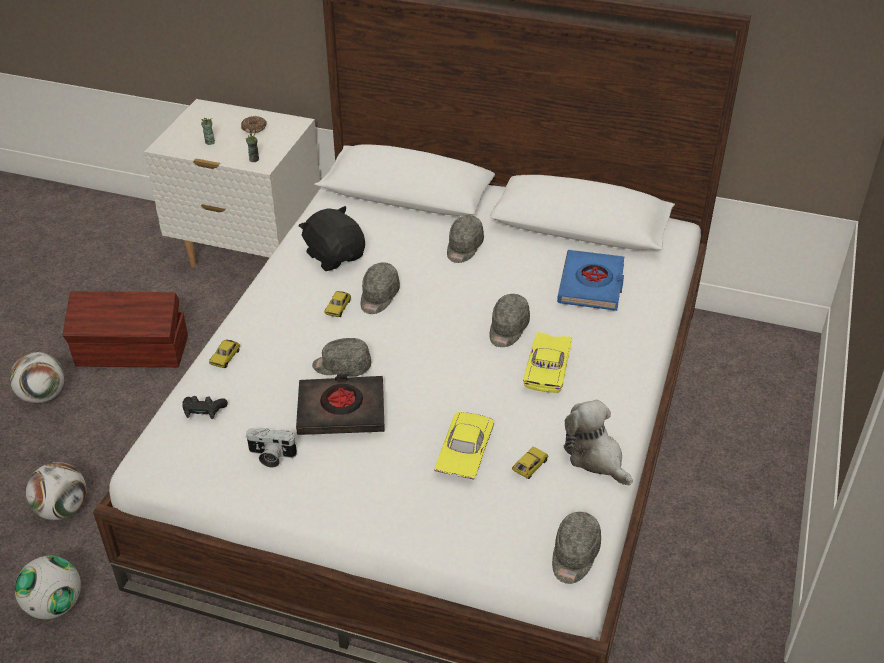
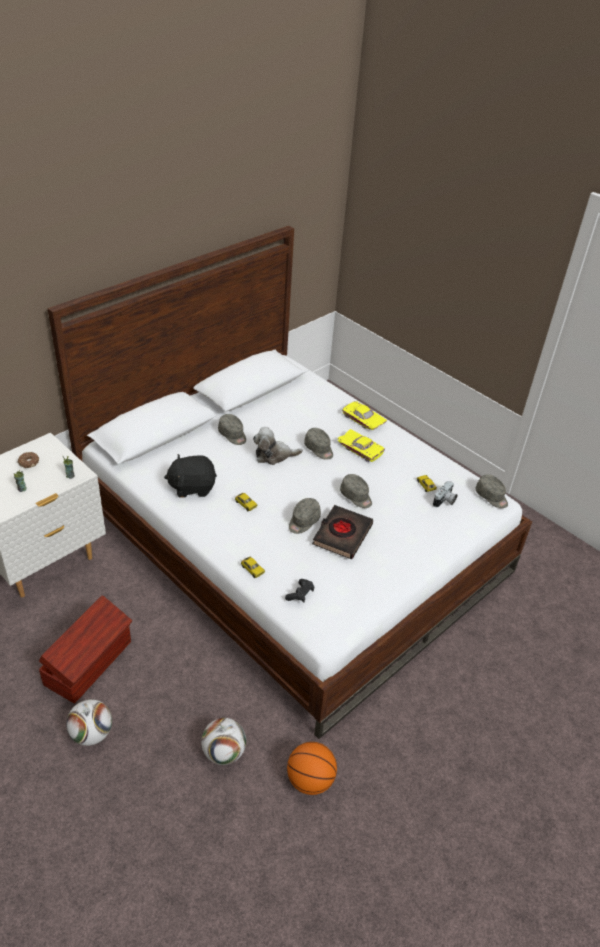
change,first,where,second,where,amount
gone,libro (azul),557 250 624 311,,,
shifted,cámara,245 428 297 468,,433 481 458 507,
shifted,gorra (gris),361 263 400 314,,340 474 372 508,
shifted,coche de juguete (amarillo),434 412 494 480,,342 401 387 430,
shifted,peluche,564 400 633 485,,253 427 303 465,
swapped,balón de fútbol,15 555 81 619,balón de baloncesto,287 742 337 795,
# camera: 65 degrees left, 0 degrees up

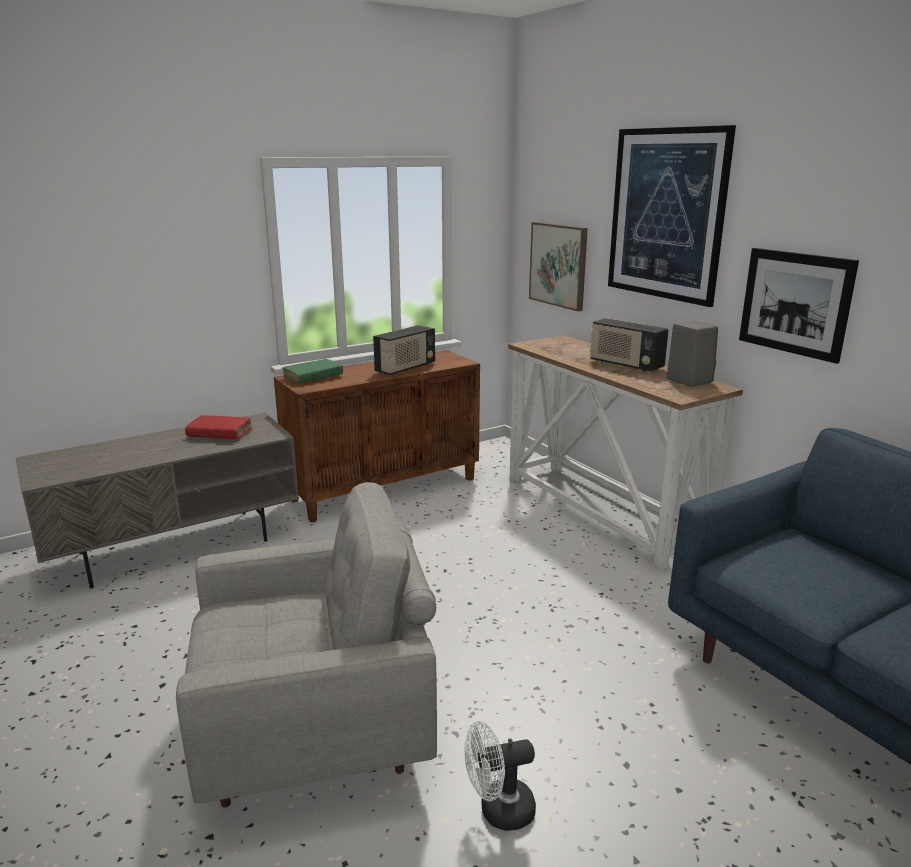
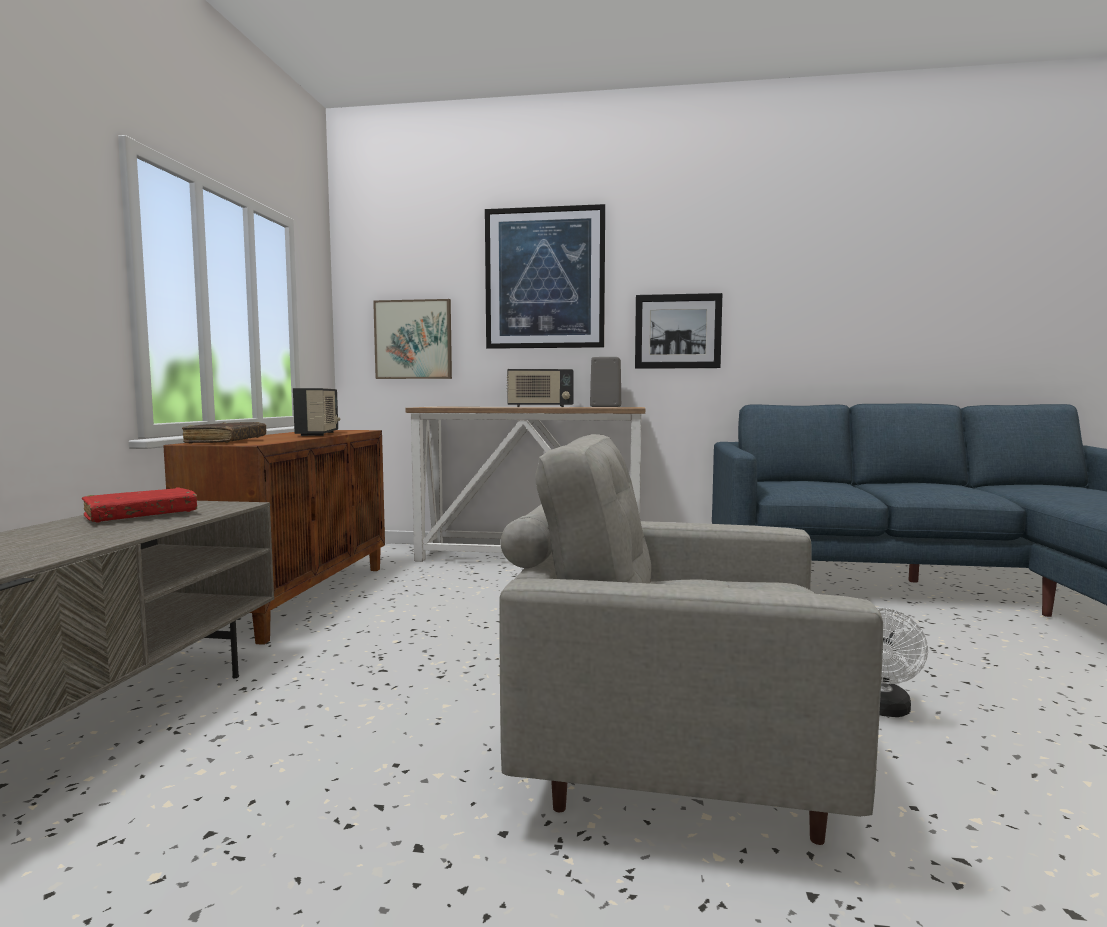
change,first,where,second,where,amount
repainted,libro (verde),282 359 343 383,libro (marrón),182 422 266 444,
rotated,sillón (gris),176 482 437 808,,499 434 883 845,105 degrees counterclockwise
# camera: 50 degrees left, 15 degrees down

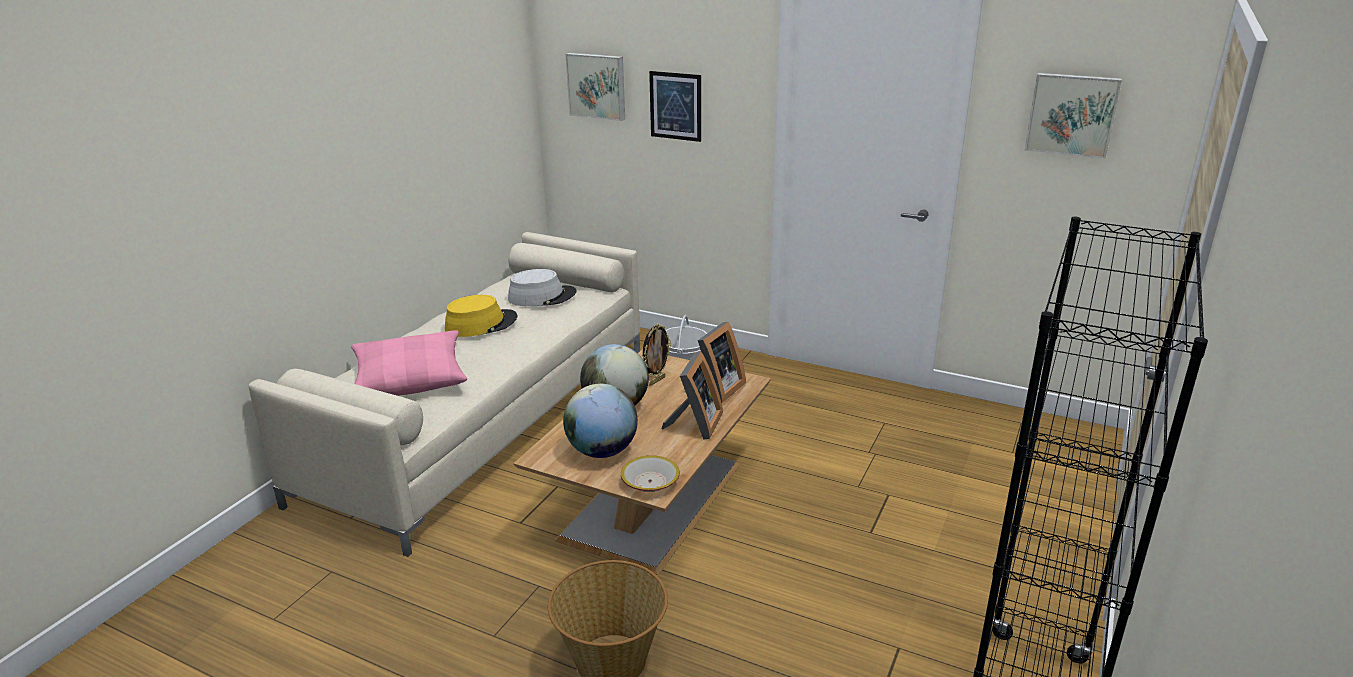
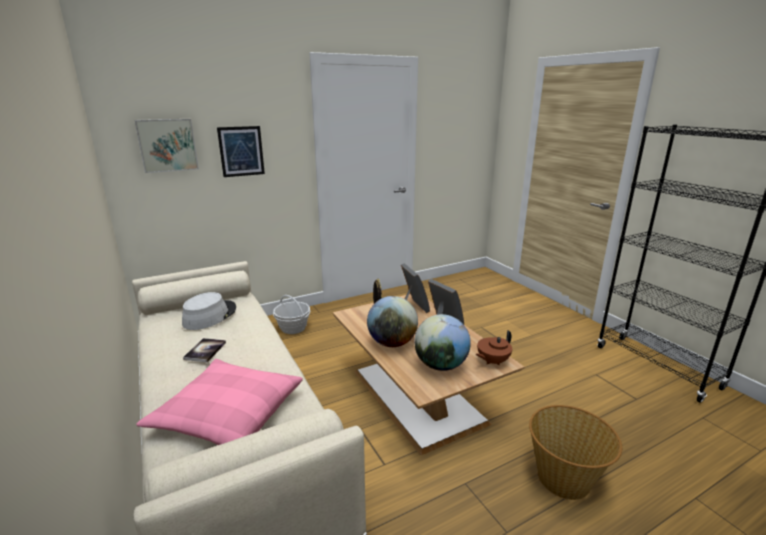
change,first,where,second,where,amount
gone,cuadro,1025 73 1122 159,,,
swapped,sombrero (amarillo),445 295 518 337,libro,183 338 226 362,
swapped,cuenco,621 455 680 492,tetera (marrón),476 330 512 365,
# camera: 55 degrees left, 5 degrees down

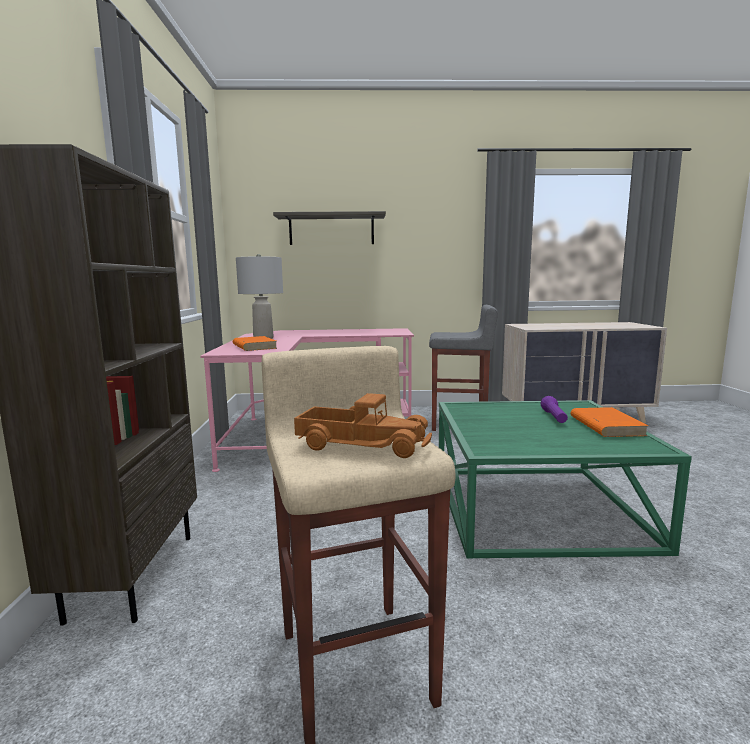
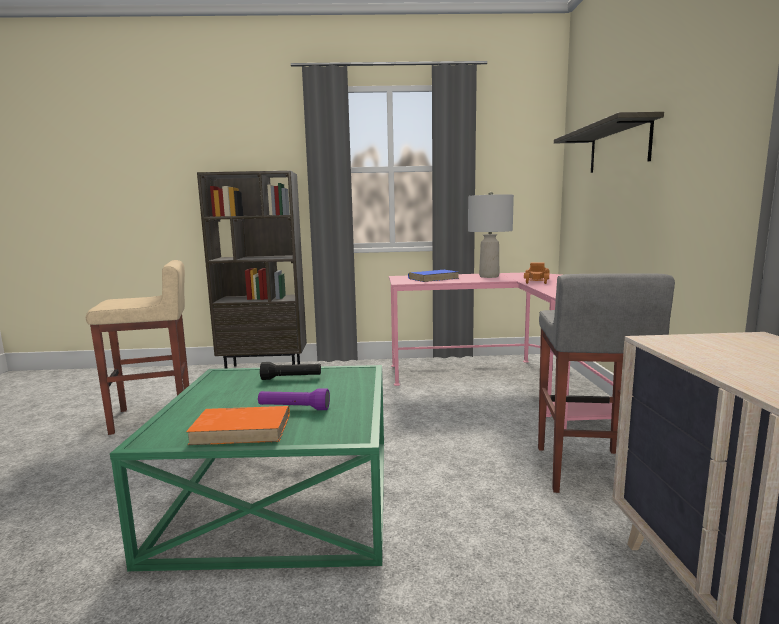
change,first,where,second,where,amount
new,,,linterna (negro),260 362 321 380,
shifted,camión de juguete,294 393 432 458,,524 262 549 284,
repainted,libro (naranja),233 336 277 351,libro (azul),408 270 459 282,
# camera: 90 degrees right, 0 degrees up

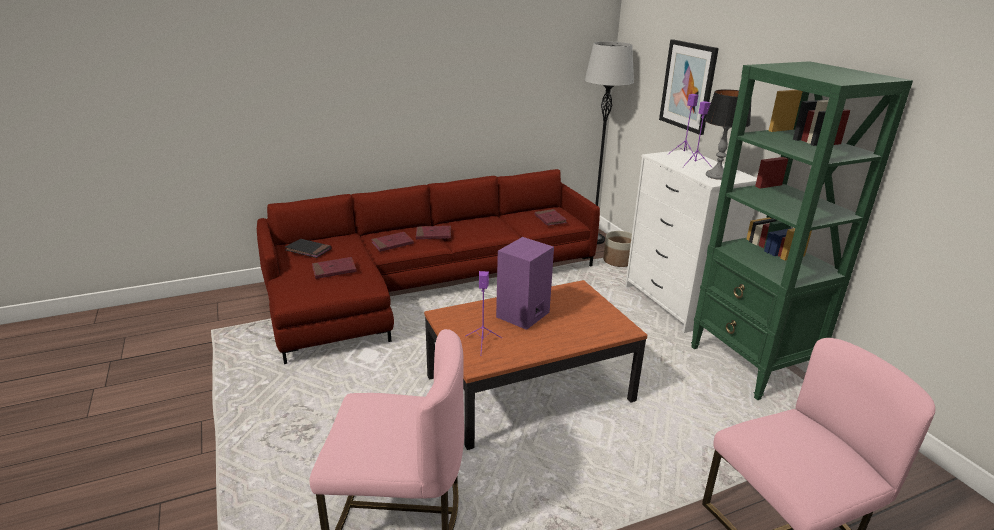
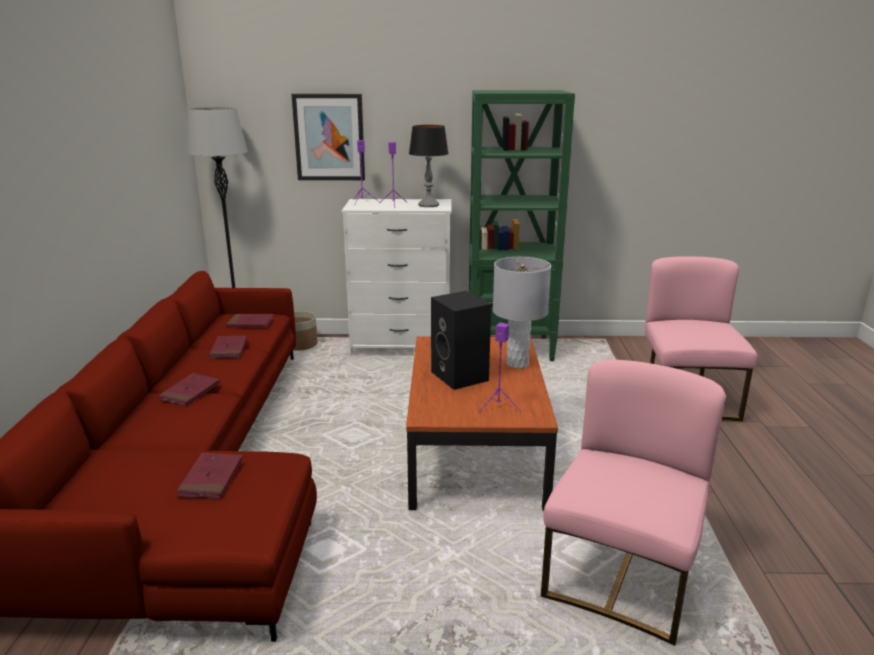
change,first,where,second,where,amount
gone,libro (negro),286 239 331 258,,,
new,,,lámpara de mesa (gris),493 257 551 369,
shifted,libro (rojo),371 232 414 252,,209 336 247 359,
repainted,altavoz (morado),496 237 554 330,altavoz (negro),431 291 491 390,
# camera: 65 degrees left, 5 degrees down

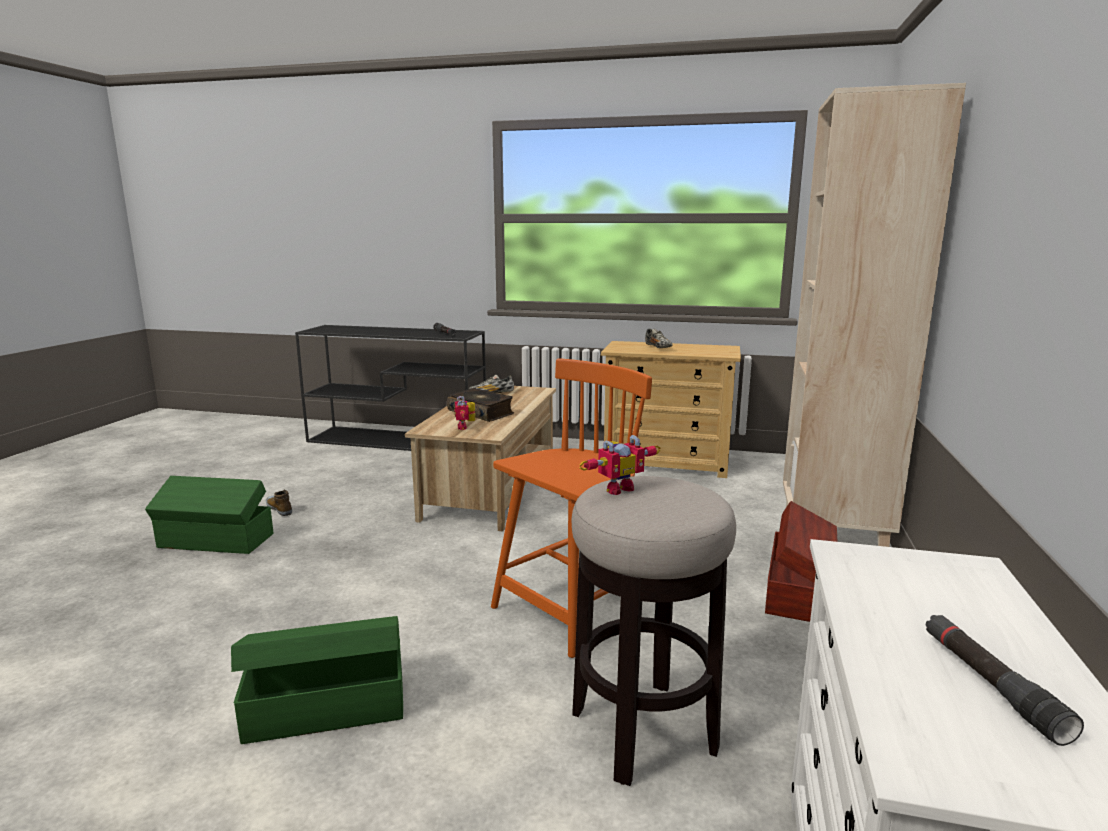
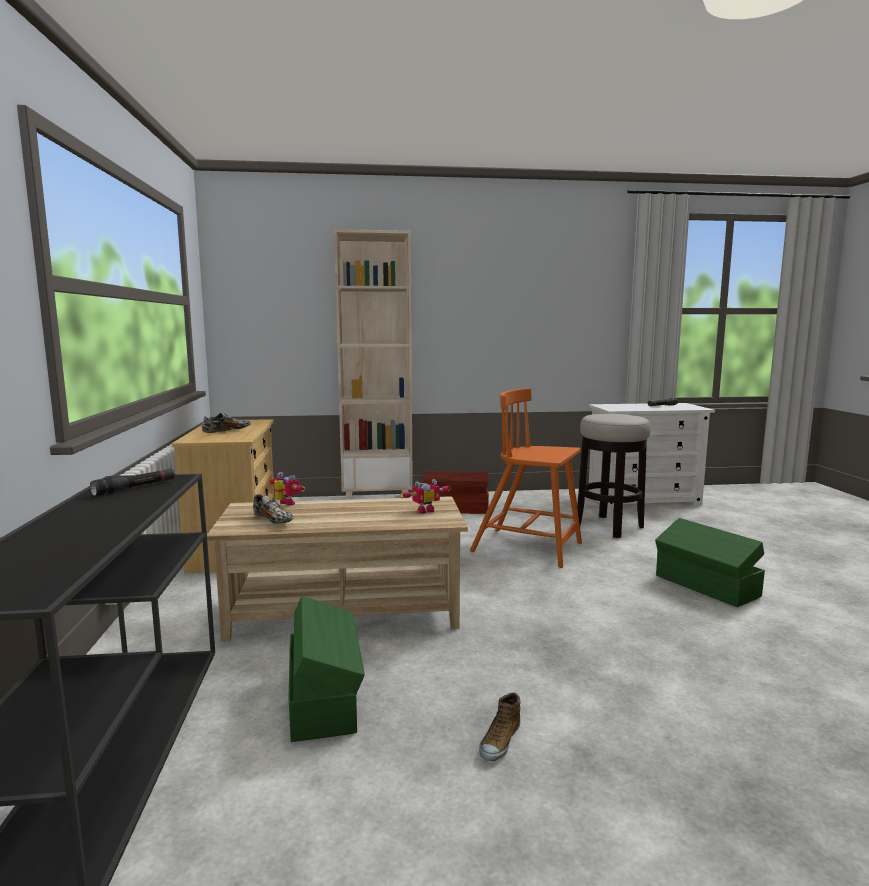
change,first,where,second,where,amount
gone,libro,447 388 514 422,,,
shifted,caja de almacenaje (verde),145 476 273 554,,288 596 365 742,
shifted,robot de juguete,580 435 660 495,,268 472 305 506,
# camera: 110 degrees left, 5 degrees down

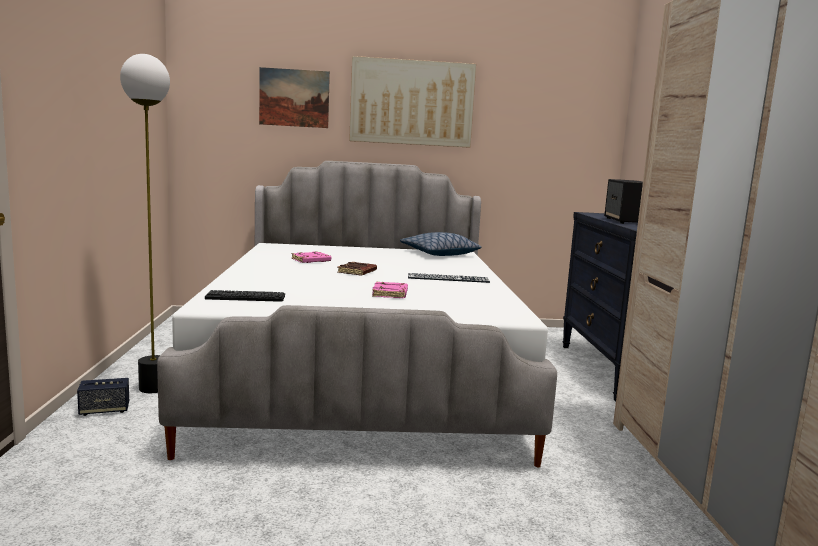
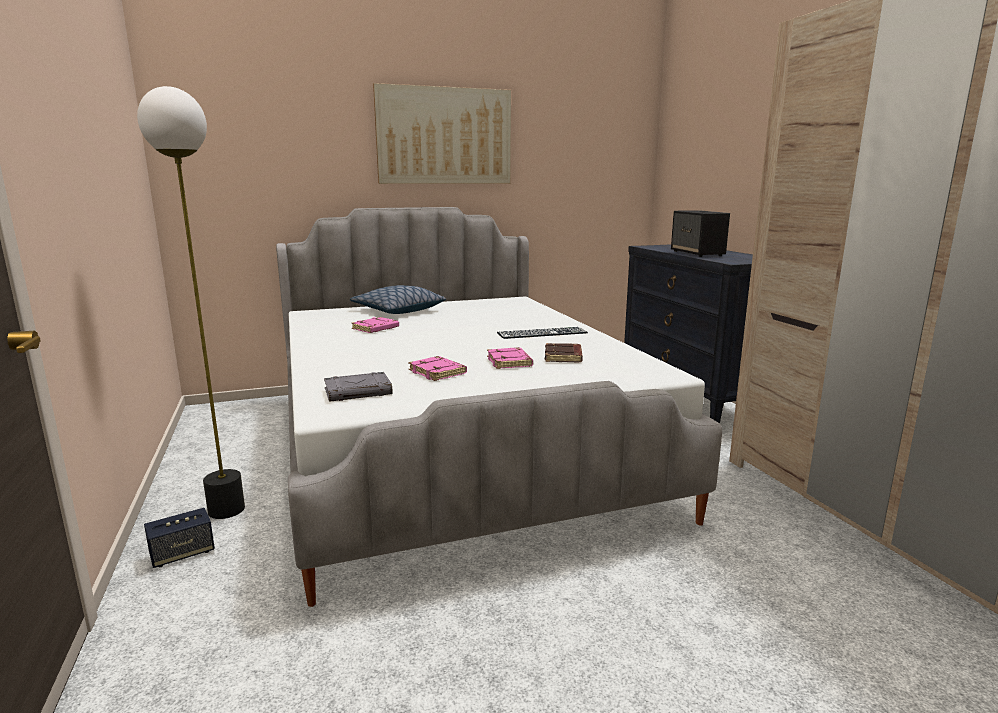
change,first,where,second,where,amount
gone,cuadro,259 67 330 128,,,
new,,,libro (rosa),408 356 467 381,
shifted,libro (marrón),337 262 377 275,,545 343 583 363,
shifted,cojín,400 232 481 256,,350 285 446 314,
swapped,teclado,205 290 285 302,libro (gris),324 372 393 402,
# camera: 15 degrees left, 5 degrees up

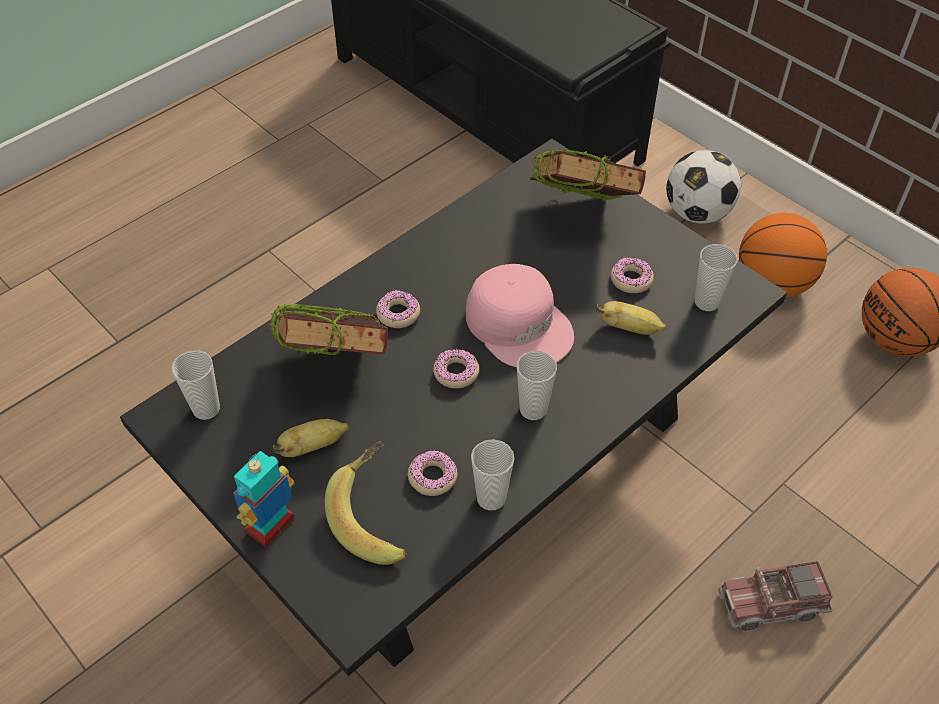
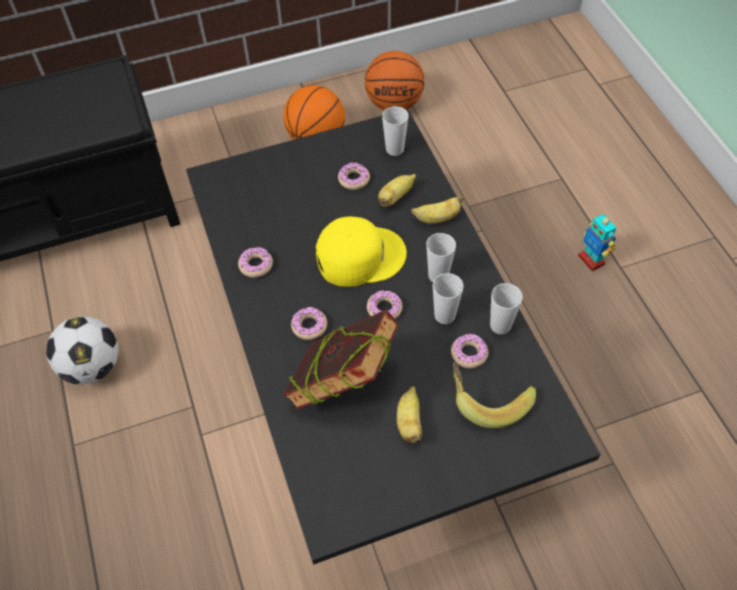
change,first,where,second,where,amount
gone,libro,530 149 646 201,,,
gone,camión de juguete,718 561 833 631,,,
new,,,rosquilla,238 247 273 278,
new,,,plátano,411 196 464 224,
shifted,taza,172 350 220 420,,433 273 464 324,
shifted,robot de juguete,233 451 295 547,,578 214 616 271,
shifted,balón de fútbol,666 150 741 223,,46 316 118 384,
repainted,gorra (rosa),466 264 574 367,gorra (amarillo),316 216 407 287,
# camera: 65 degrees left, 5 degrees up

